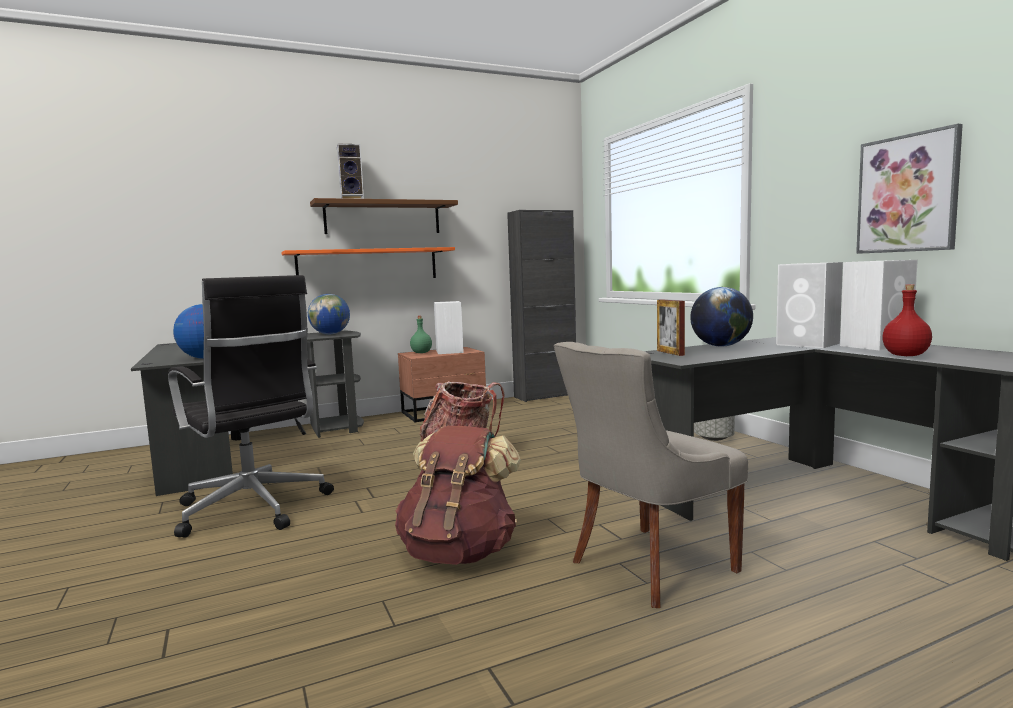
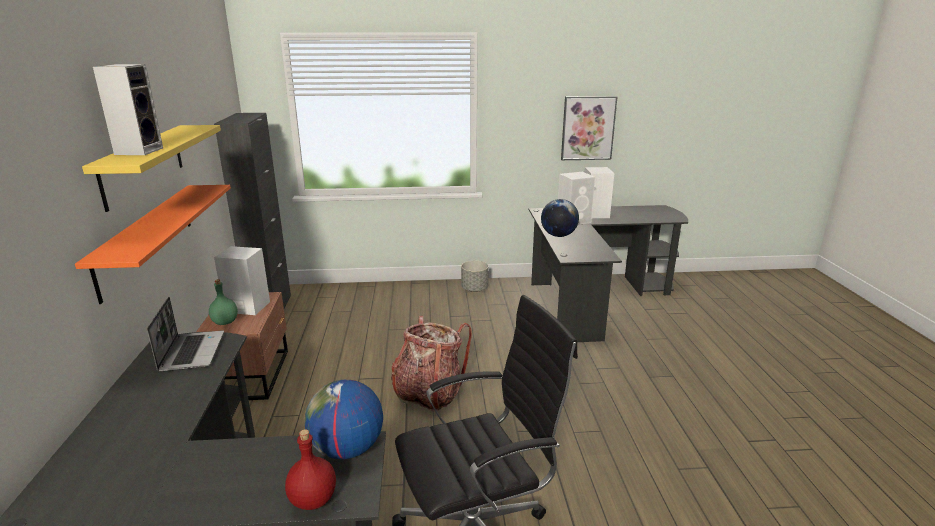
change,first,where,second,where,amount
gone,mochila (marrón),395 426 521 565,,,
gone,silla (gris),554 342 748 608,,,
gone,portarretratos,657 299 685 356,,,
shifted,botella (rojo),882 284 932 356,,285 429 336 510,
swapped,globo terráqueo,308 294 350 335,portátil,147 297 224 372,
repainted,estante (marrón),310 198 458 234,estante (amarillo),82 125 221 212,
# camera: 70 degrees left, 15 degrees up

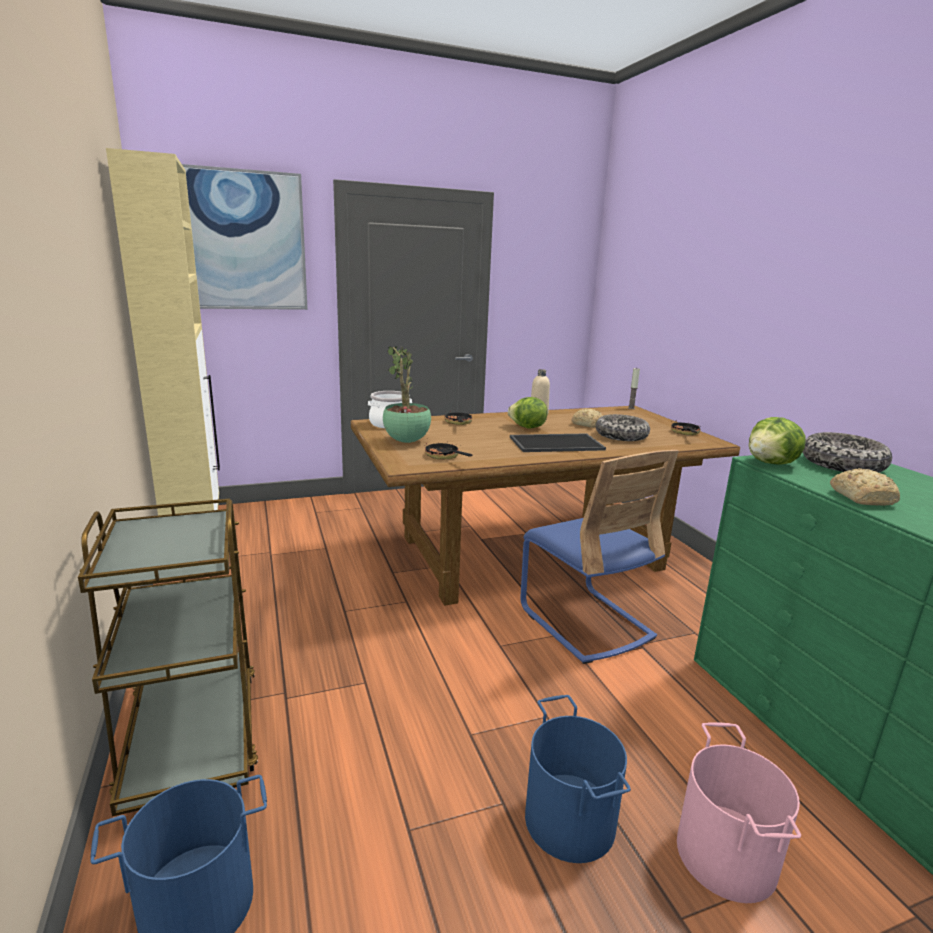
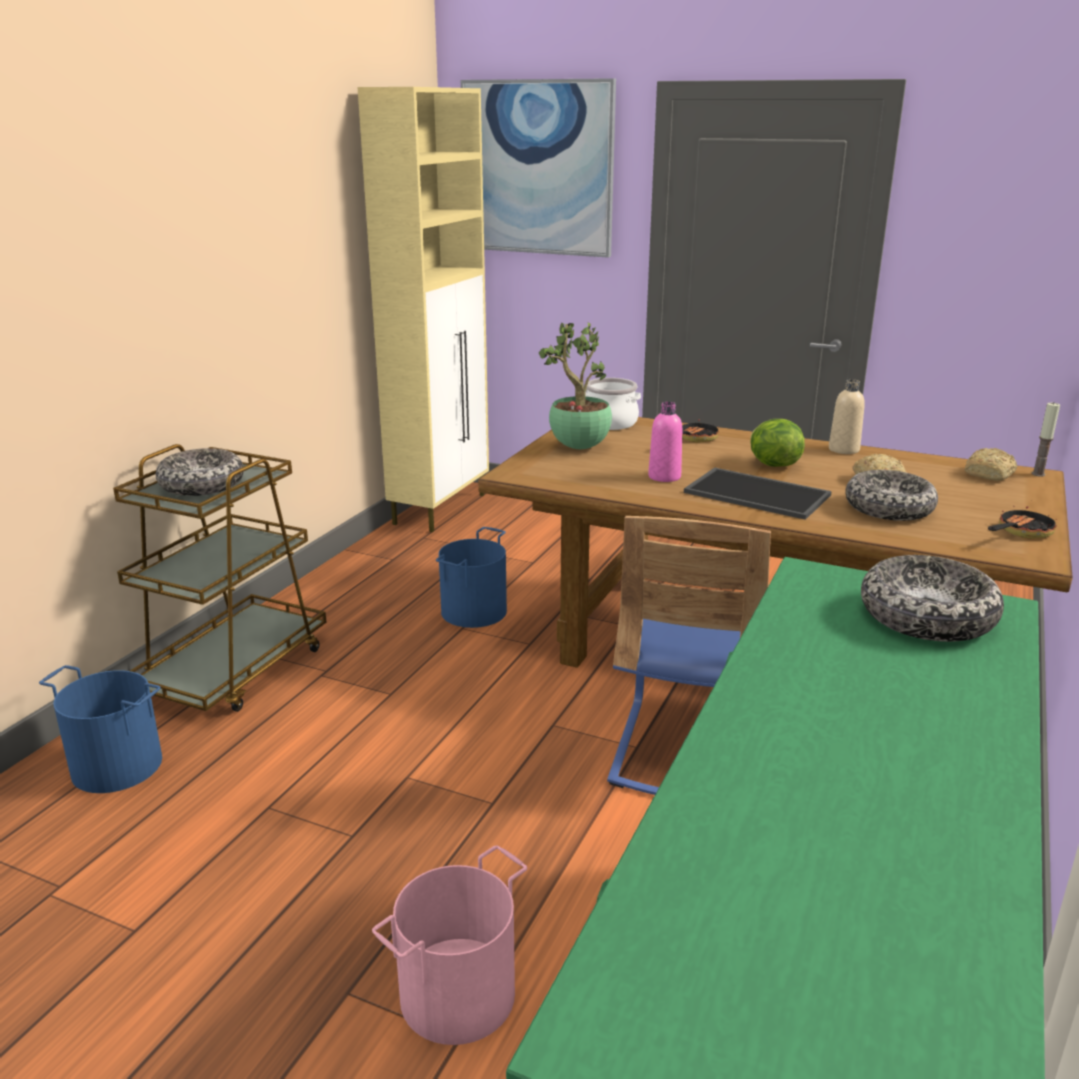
change,first,where,second,where,amount
gone,sartén,424 442 473 459,,,
gone,lechuga,749 417 805 465,,,
new,,,cuenco,156 448 244 496,
new,,,botella (rosa),648 402 682 482,
shifted,cubo (azul),525 695 631 863,,436 527 507 628,
shifted,pan,830 468 900 506,,965 448 1017 481,
# camera: 45 degrees right, 5 degrees up

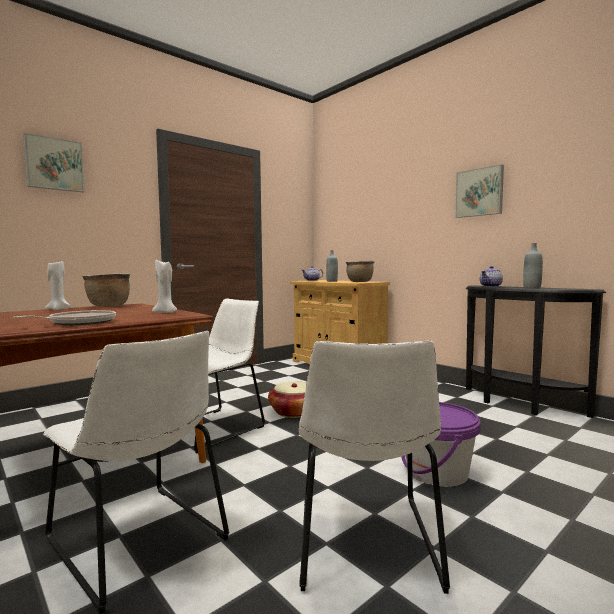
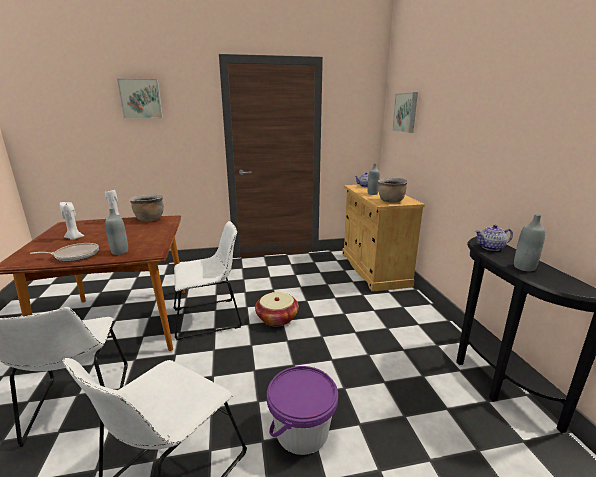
change,first,where,second,where,amount
new,,,botella (gris),105 208 128 255,
shifted,vela (blanco),152 260 177 313,,59 202 84 240,
shifted,cuadro,455 164 504 218,,392 92 418 133,
# camera: 30 degrees right, 15 degrees up

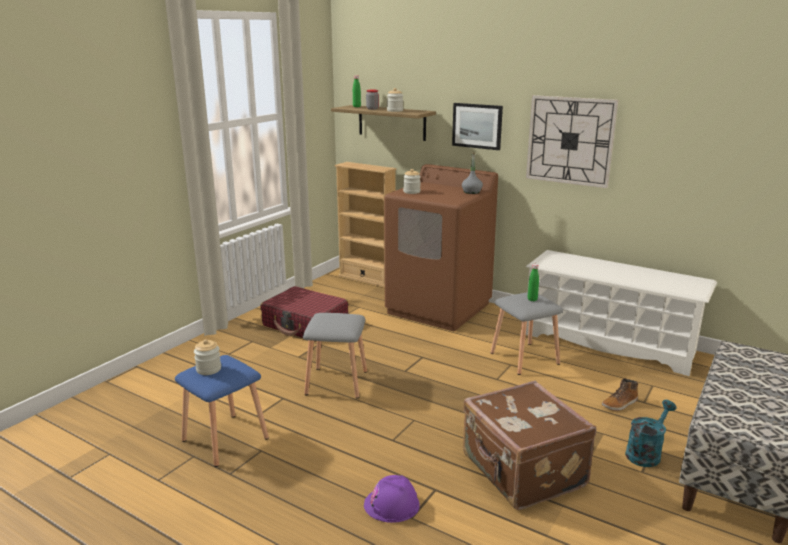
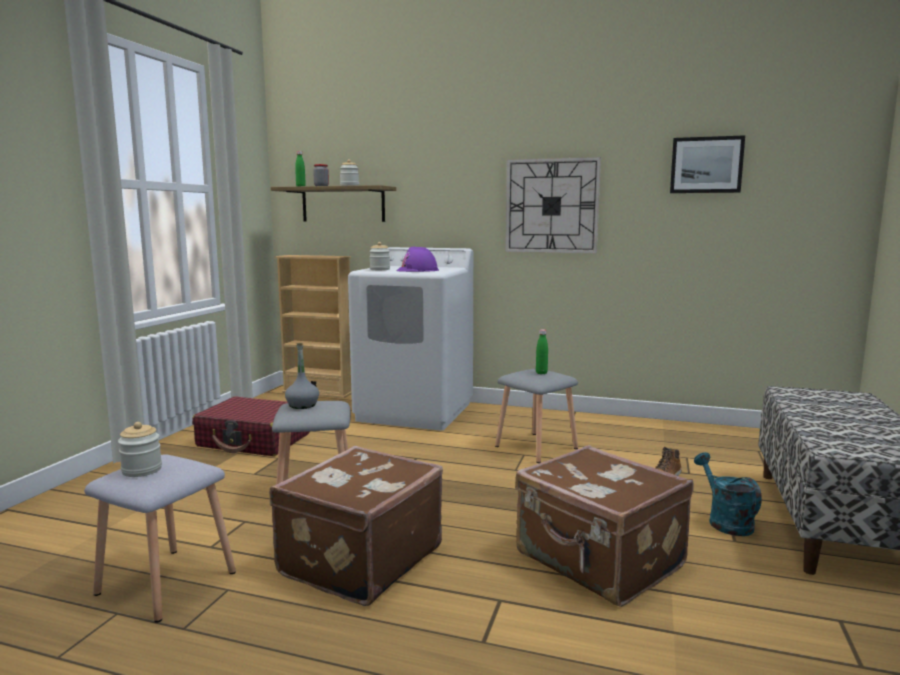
change,first,where,second,where,amount
gone,zapatero (blanco),526 250 717 376,,,
new,,,maleta (marrón),269 446 443 606,
shifted,casco (morado),364 475 420 523,,396 247 439 272,
shifted,cuadro,452 103 503 150,,670 135 745 193,
shifted,botella (gris),462 153 483 194,,285 343 319 409,
repainted,taburete (azul),175 355 269 467,taburete (gris),84 454 236 622,
repainted,lavadora (marrón),384 164 498 331,lavadora (blanco),348 247 473 431,
rotated,regadera (turquesa),625 400 677 467,,694 452 762 536,45 degrees counterclockwise
# camera: 15 degrees left, 10 degrees down

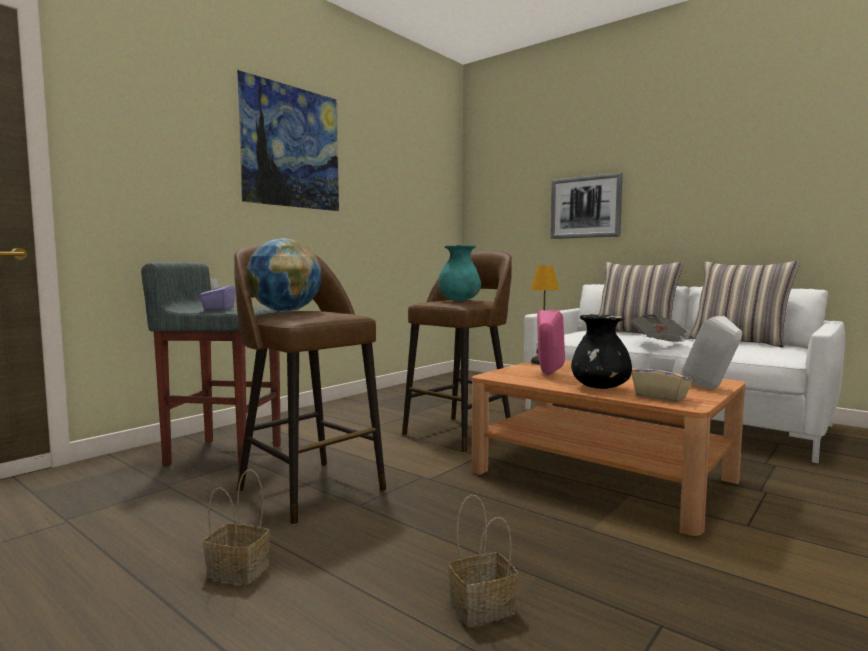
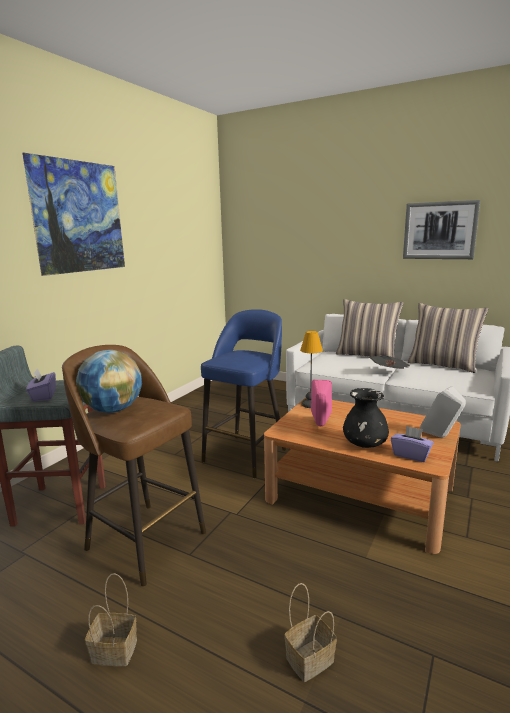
change,first,where,second,where,amount
gone,florero (turquesa),438 245 481 301,,,
shifted,cuadro,550 173 622 239,,403 200 480 259,
repainted,taburete (marrón),402 250 512 453,taburete (azul),201 309 286 478,
repainted,caja de pañuelos (beis),632 357 692 402,caja de pañuelos (morado),391 426 434 462,
# camera: 10 degrees left, 10 degrees up

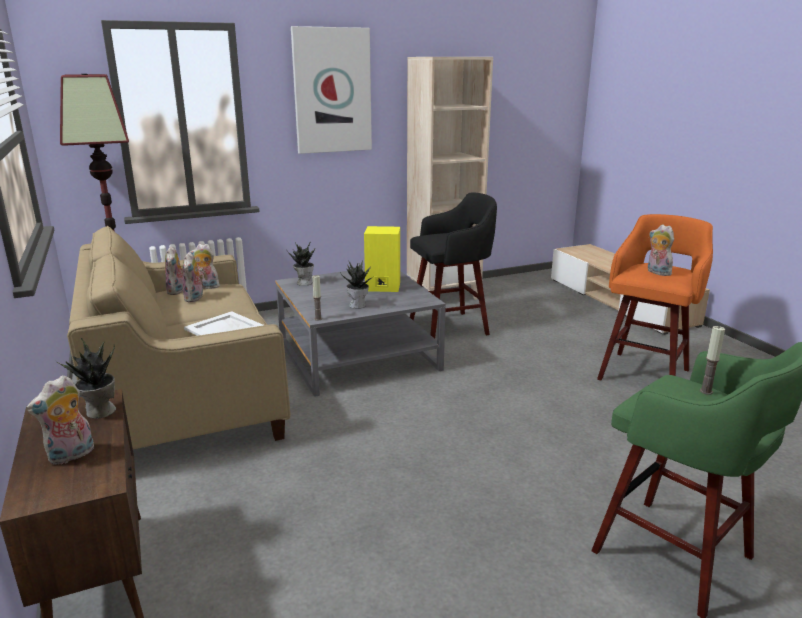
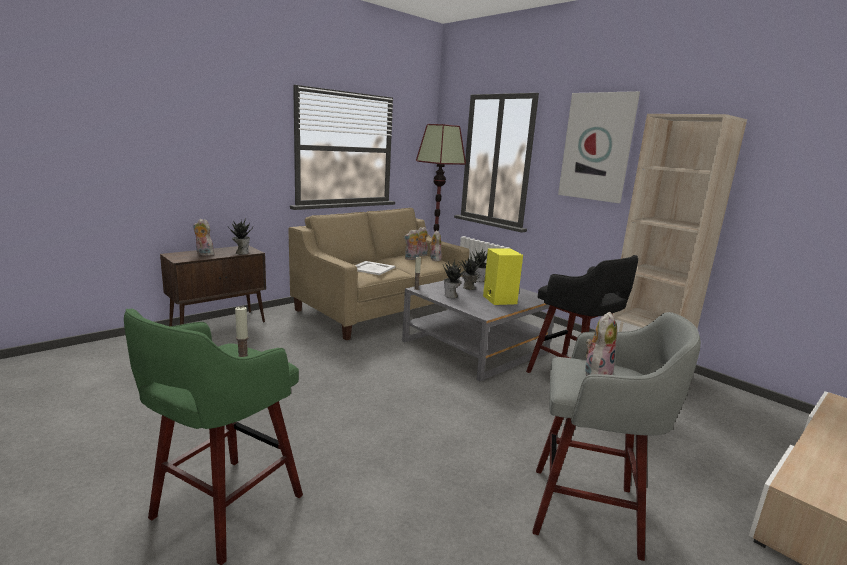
change,first,where,second,where,amount
new,,,planta en maceta,460 253 483 290,
repainted,taburete (naranja),597 214 713 380,taburete (gris),532 312 701 561,
# camera: 70 degrees right, 5 degrees down

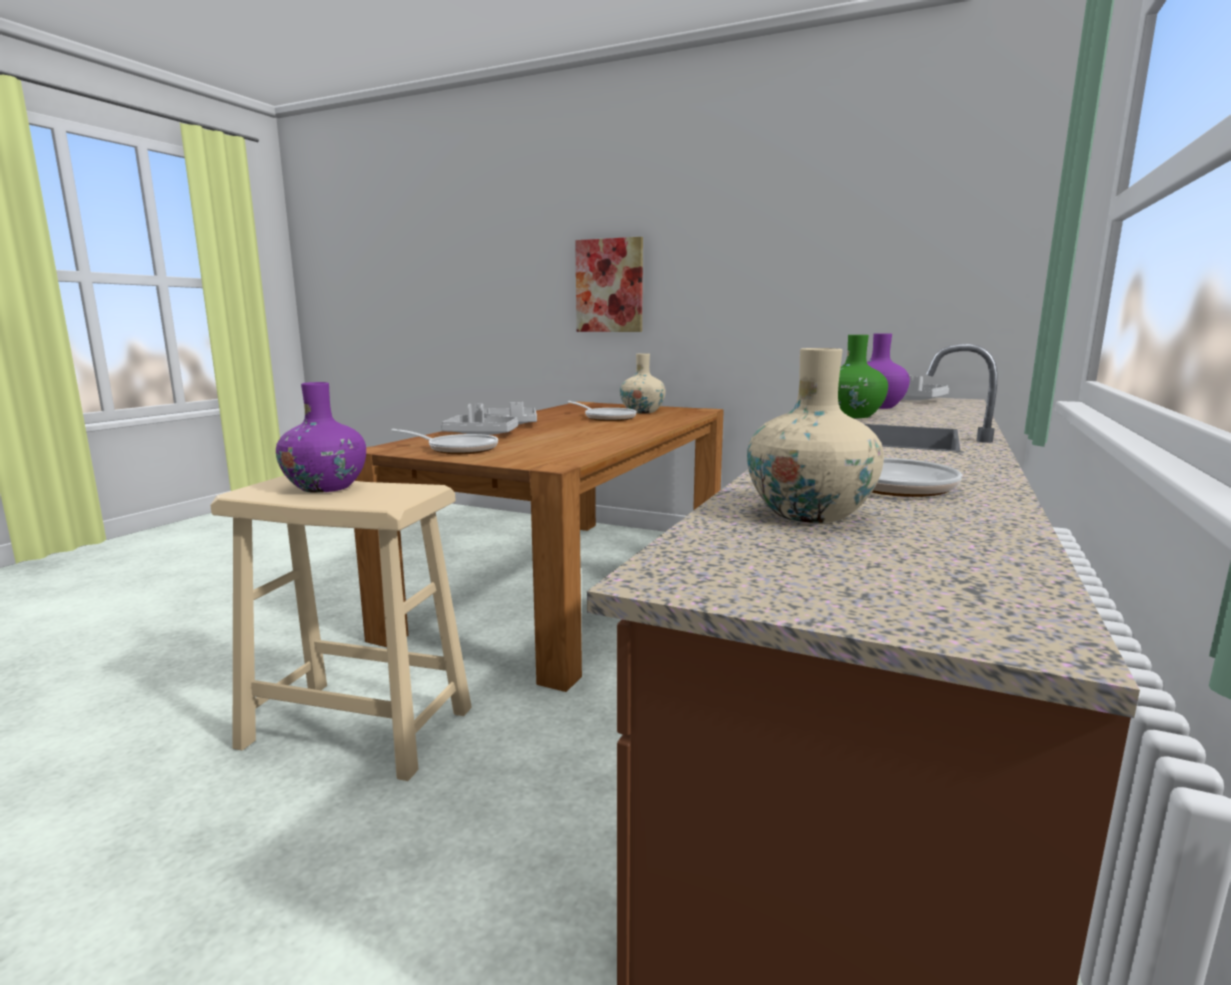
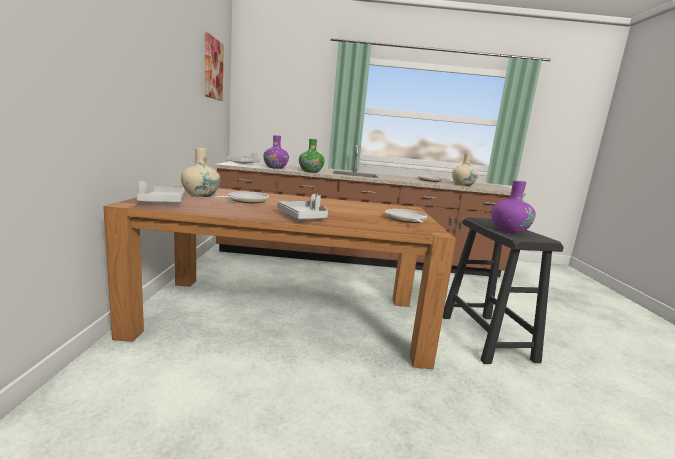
change,first,where,second,where,amount
shifted,bandeja (gris),441 404 518 435,,136 181 185 203,
shifted,cuadro,575 237 643 332,,205 32 224 101,
repainted,taburete (beis),210 476 472 781,taburete (negro),443 217 564 364,
# camera: 115 degrees left, 0 degrees up

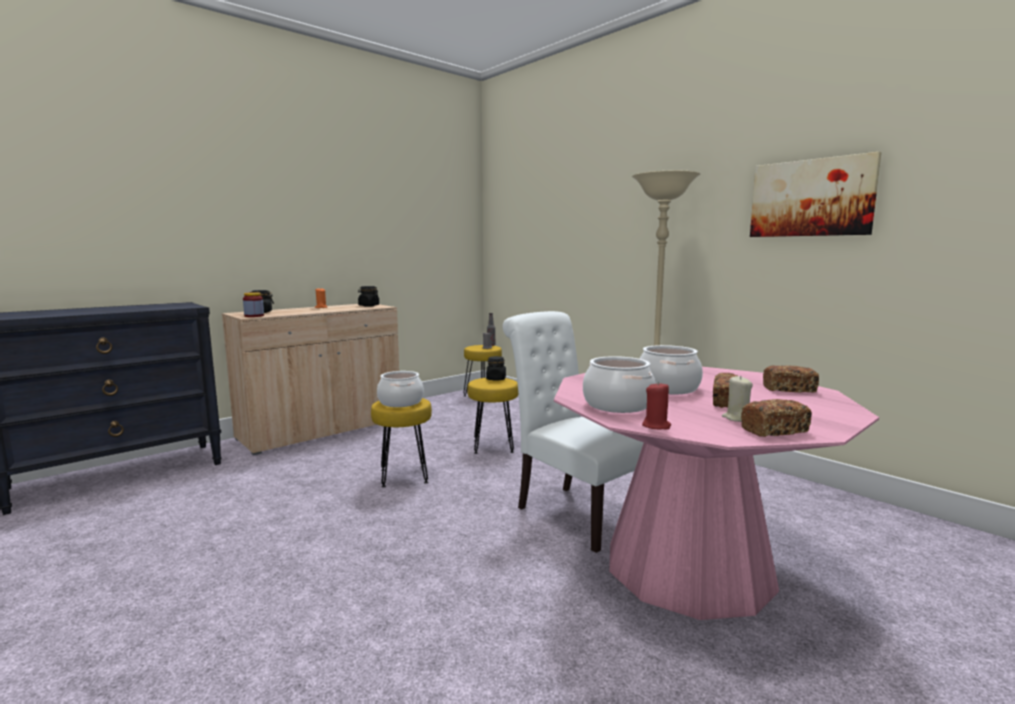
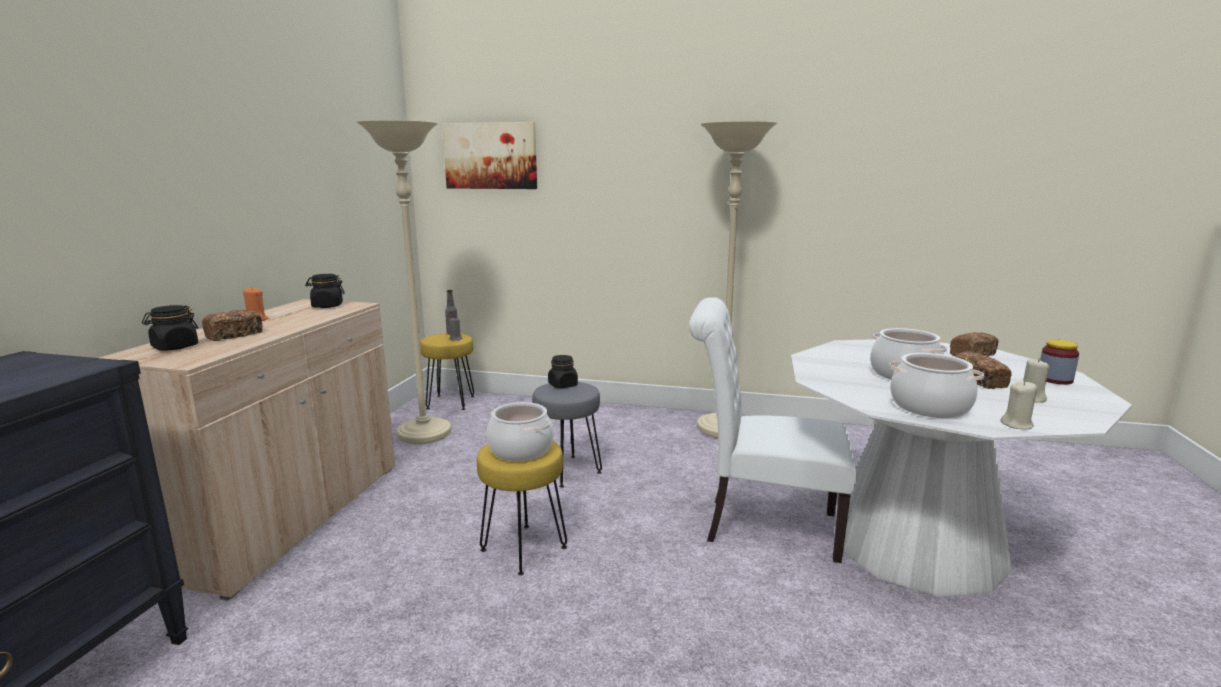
change,first,where,second,where,amount
new,,,lámpara de pie (beis),357 120 451 444,
shifted,tarro,243 292 264 317,,1040 339 1079 385,
shifted,pan,741 399 812 437,,202 310 263 341,
shifted,cuadro,750 152 882 237,,442 122 537 189,
repainted,taburete (amarillo),467 378 518 454,taburete (gris),532 382 602 488,
repainted,mesa de comedor (rosa),554 367 879 620,mesa de comedor (blanco),791 339 1132 597,
repainted,vela (rojo),642 382 671 429,vela (beis),1000 381 1037 430,
# camera: 35 degrees left, 5 degrees up

